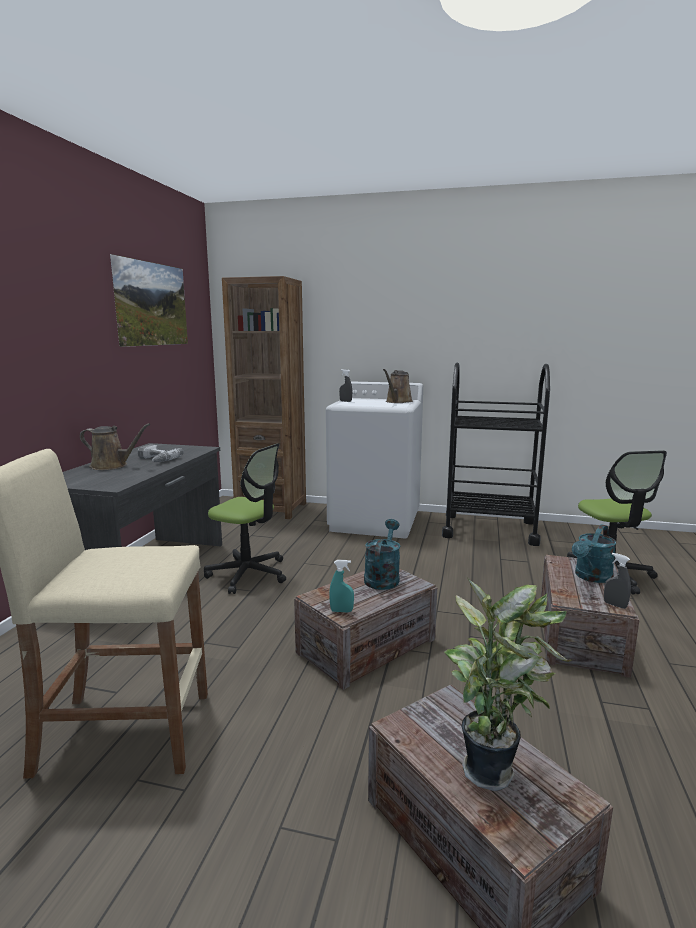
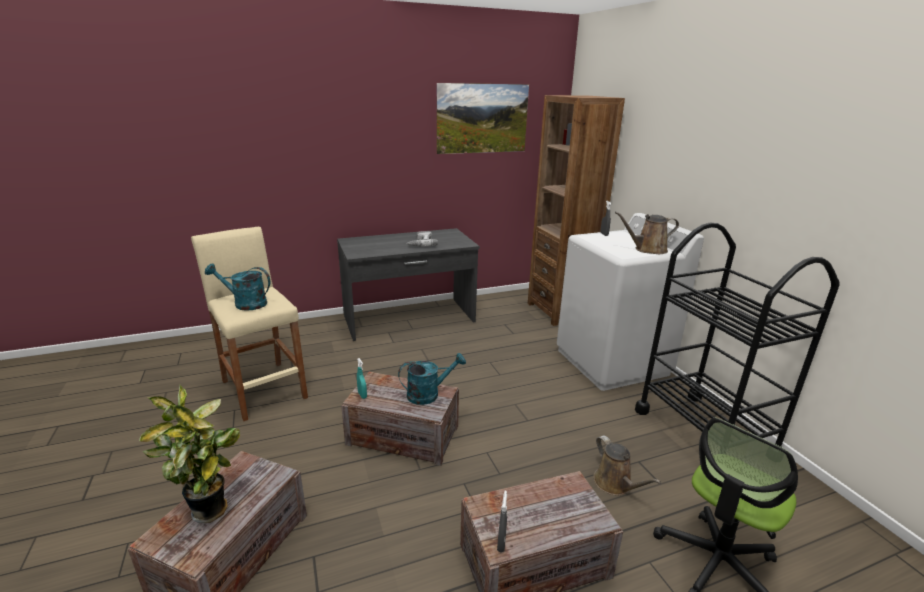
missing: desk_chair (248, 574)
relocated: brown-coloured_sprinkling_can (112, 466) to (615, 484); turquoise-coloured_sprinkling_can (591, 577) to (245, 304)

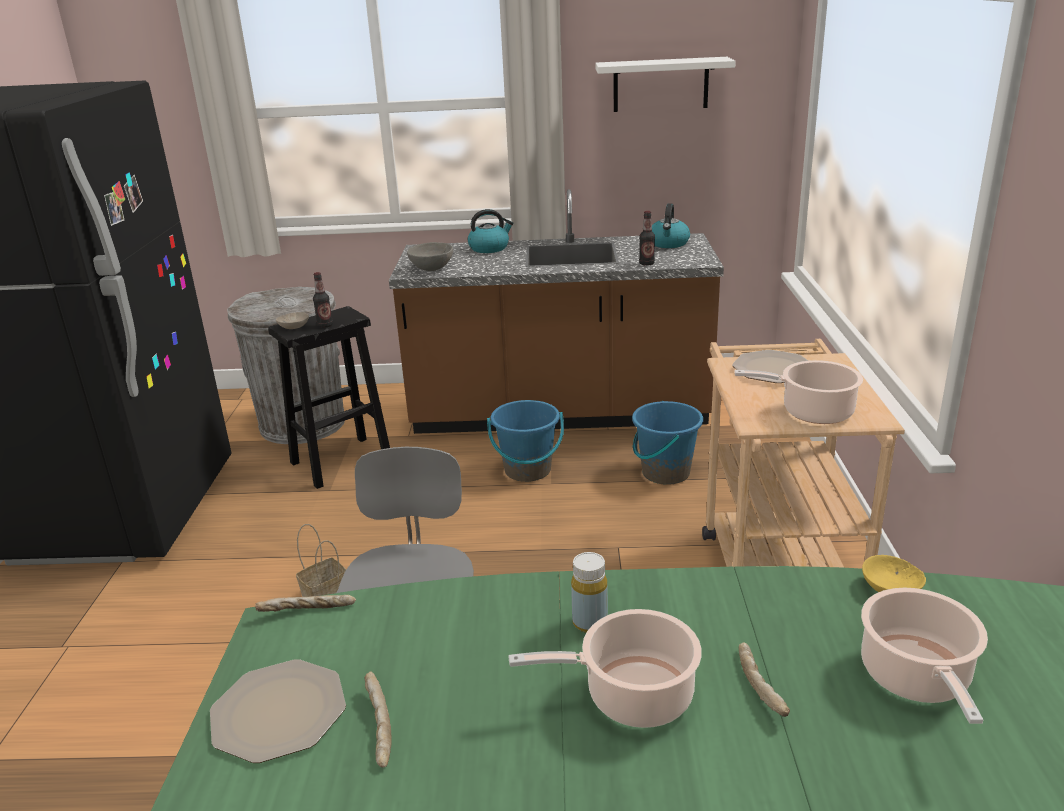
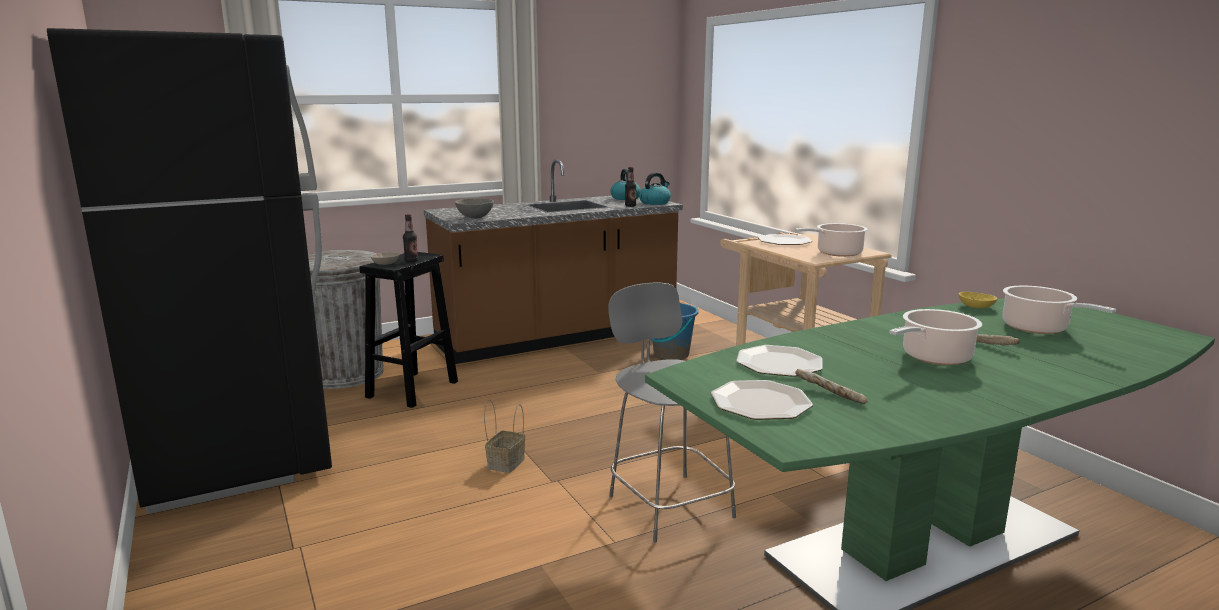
missing: bakery_bread (307, 612); blue-coloured_water_bucket (527, 470); yellow_beverage_bottle (590, 623); whitish_shelf (660, 84)
appeared: plate (778, 363)
relocated: water_kettle (489, 248) to (655, 202)

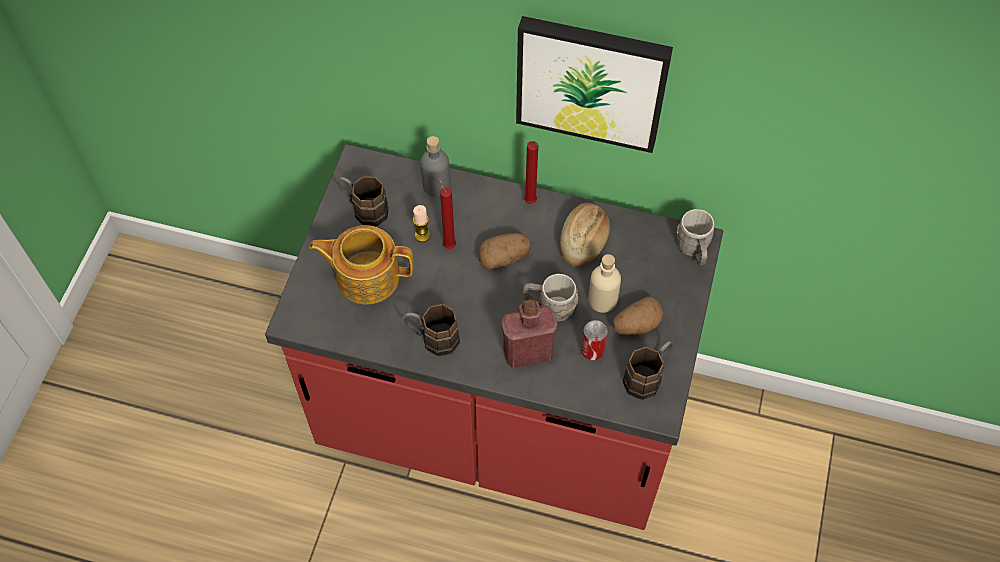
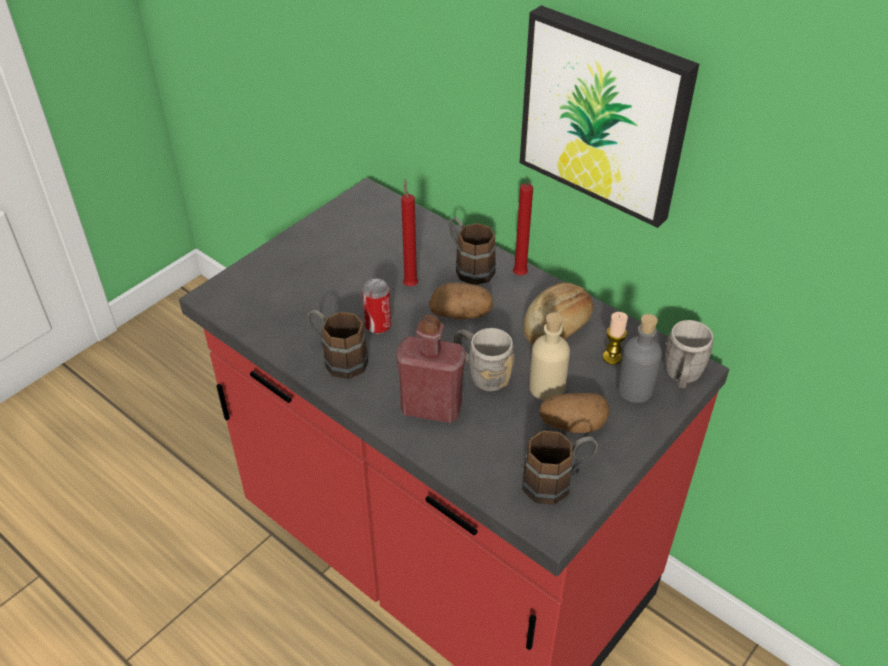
missing: tea_pot (366, 276)
relocated: brown-coloured_coffee_mug (364, 209) to (469, 266); candle (422, 235) to (612, 357); grey_beverage_bottle (436, 185) to (634, 389); metal_can (592, 351) to (378, 326)

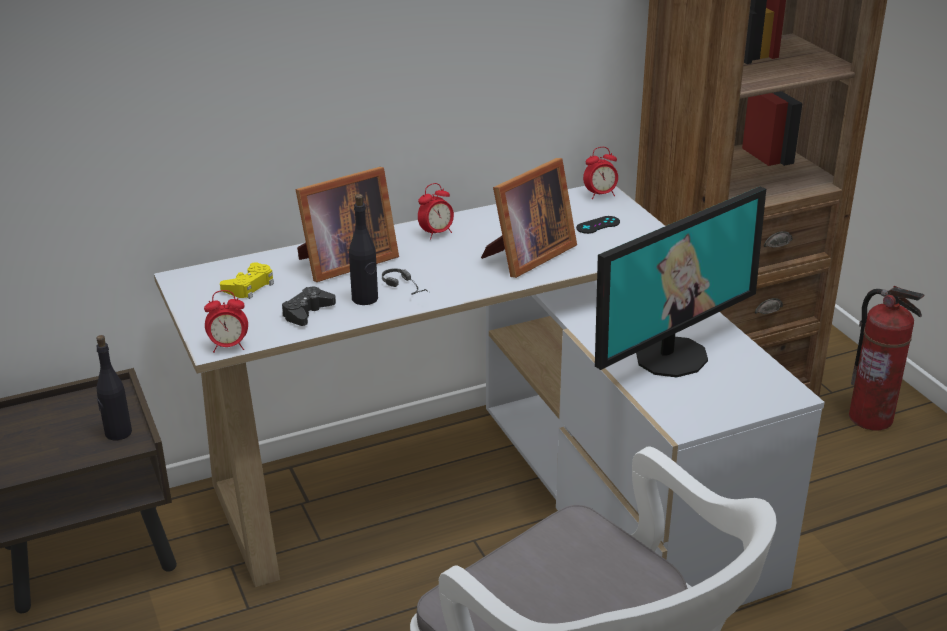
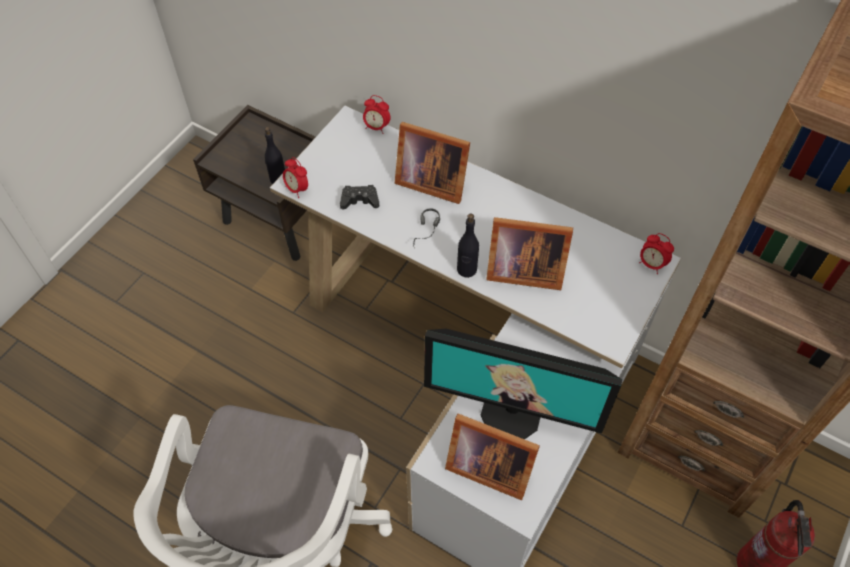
missing: yellow_game_controller (249, 286); black_game_controller (598, 225)
appeared: photo_frame (486, 465)
relocated: black_beverage_bottle (365, 299) to (466, 269); bedside_clock (436, 233) to (376, 127)

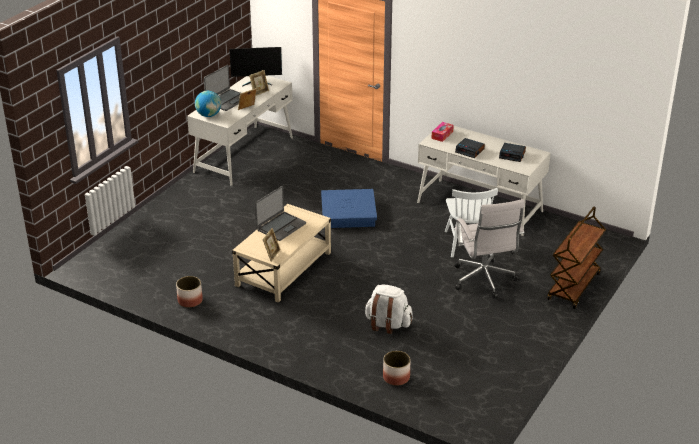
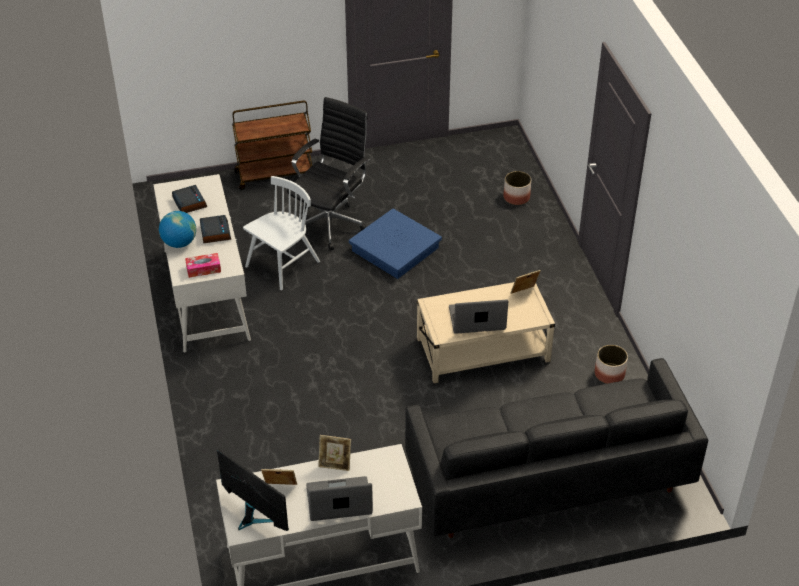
missing: whitish_rucksack (387, 324)
appeared: black_settee (546, 479)
relocated: globe (208, 115) to (179, 243); blue-coloured_storage_bin (349, 213) to (395, 249)
colour: whitish_desk_chair (484, 281) to black_desk_chair (331, 223)

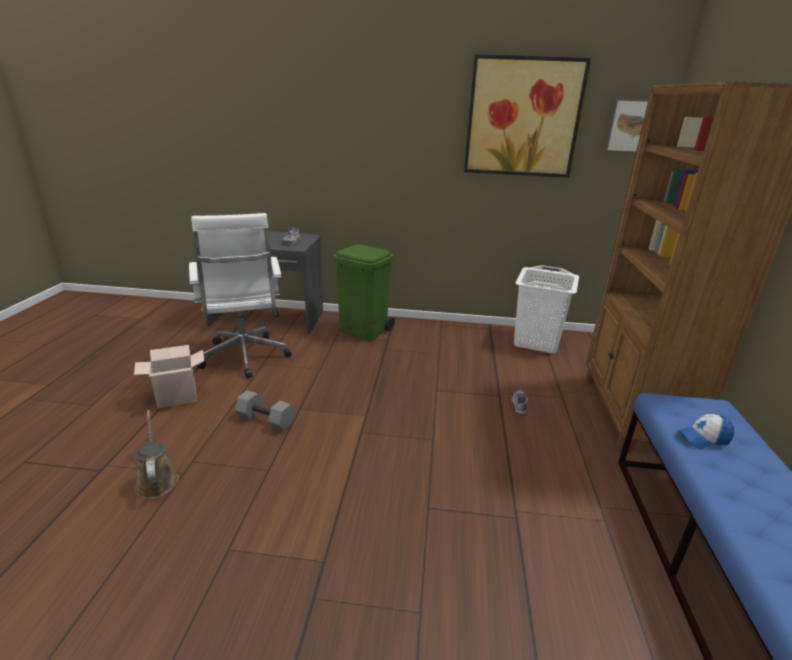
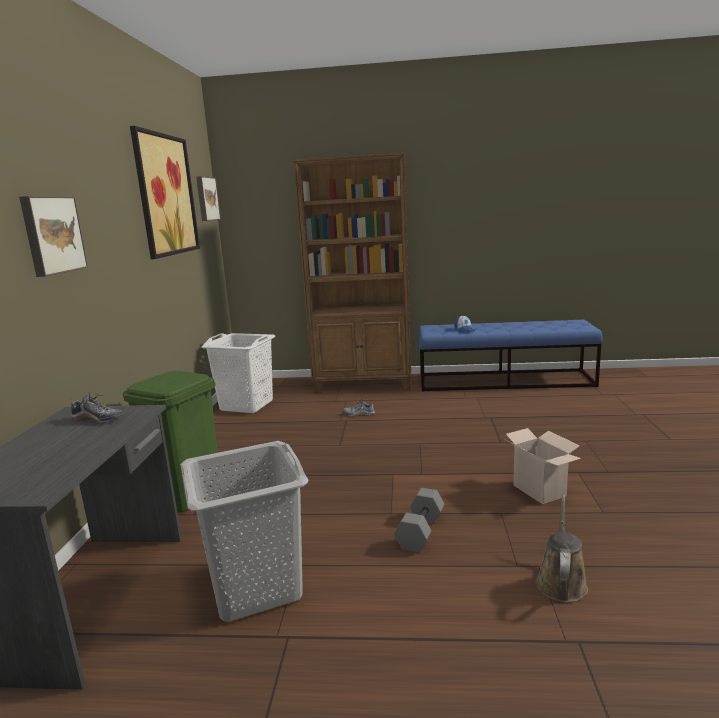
appeared: picture (52, 235)
relocated: carton (175, 398) to (541, 491)
exchanged: whitish_desk_chair (245, 358) to grey_hamper (257, 588)
spun: brown-coloured_sprinkling_can (157, 480) = (561, 581) 135 degrees clockwise

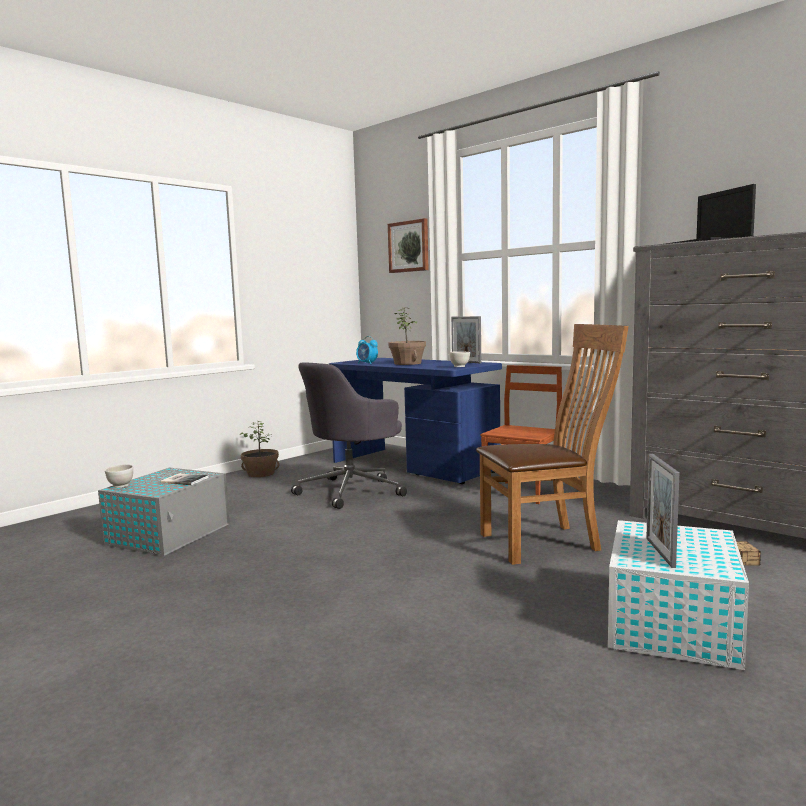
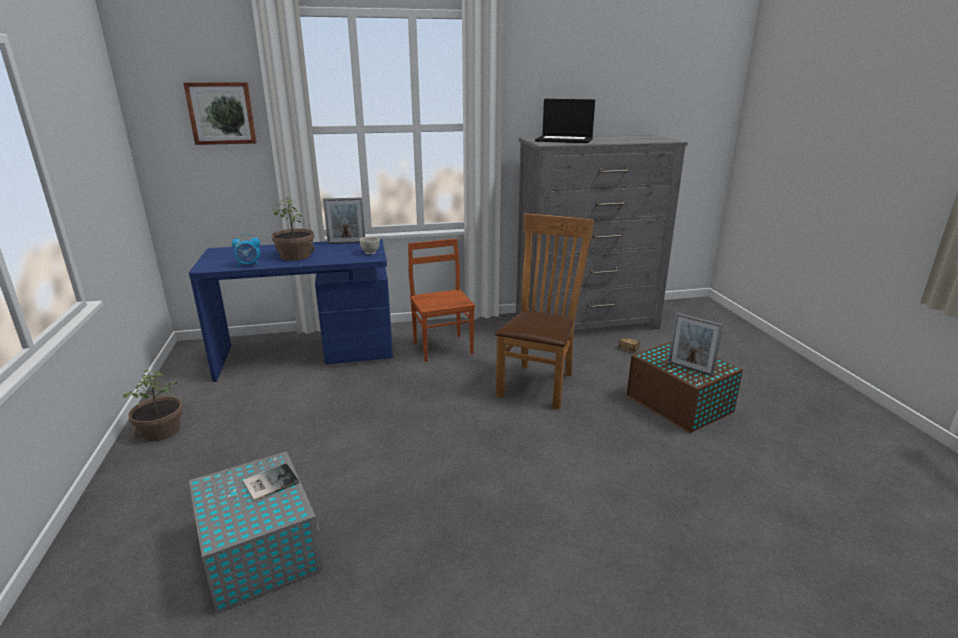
missing: whitish_bowl (120, 486); grey_desk_chair (352, 491)
colour: whitish_storage_bin (671, 626) to brown-coloured_storage_bin (679, 405)

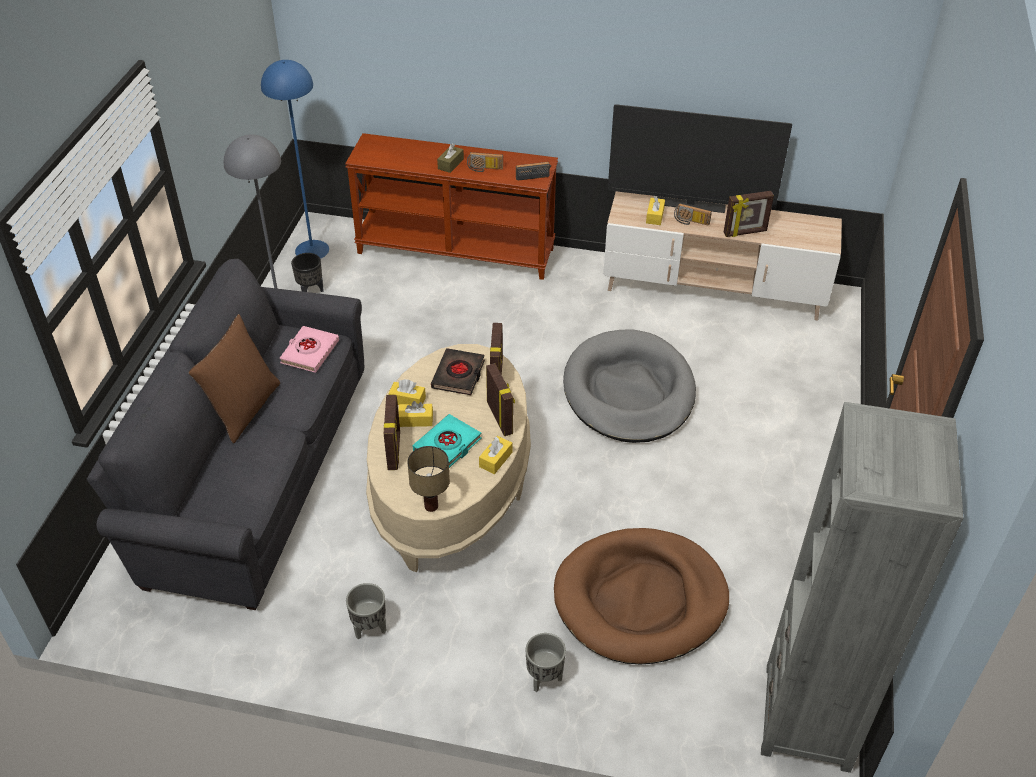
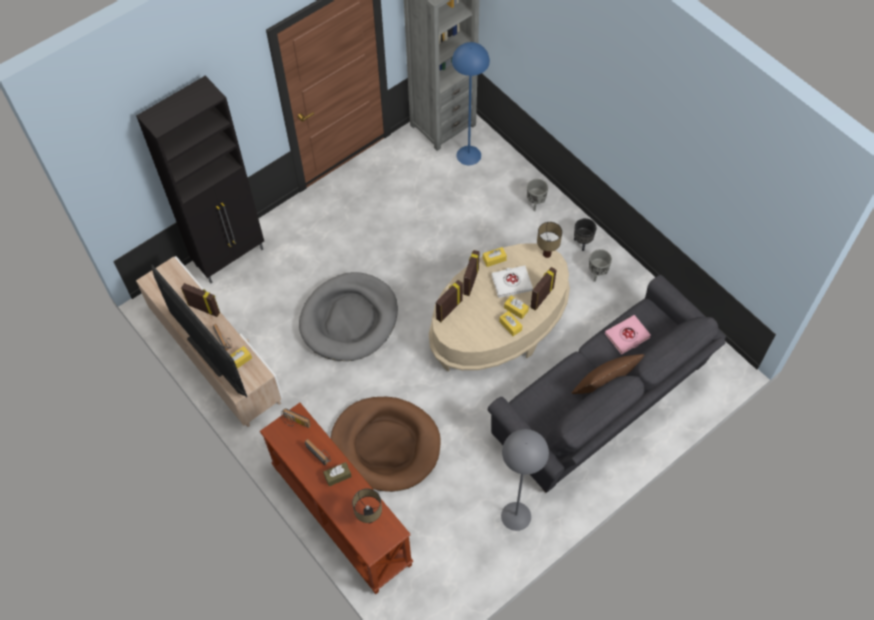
missing: black_bound_book (458, 375)
appeared: black_cabinet (231, 257); table_lamp (370, 518)
relocated: blue-coloured_standing_lamp (312, 250) to (468, 155); pinkish_bound_book (309, 352) to (627, 336); black_plant_pot (310, 292) to (582, 243); brown-coloured_dog_bed (640, 599) to (386, 445)
colour: turquoise-coloured_bound_book (447, 445) to whitish_bound_book (511, 283)

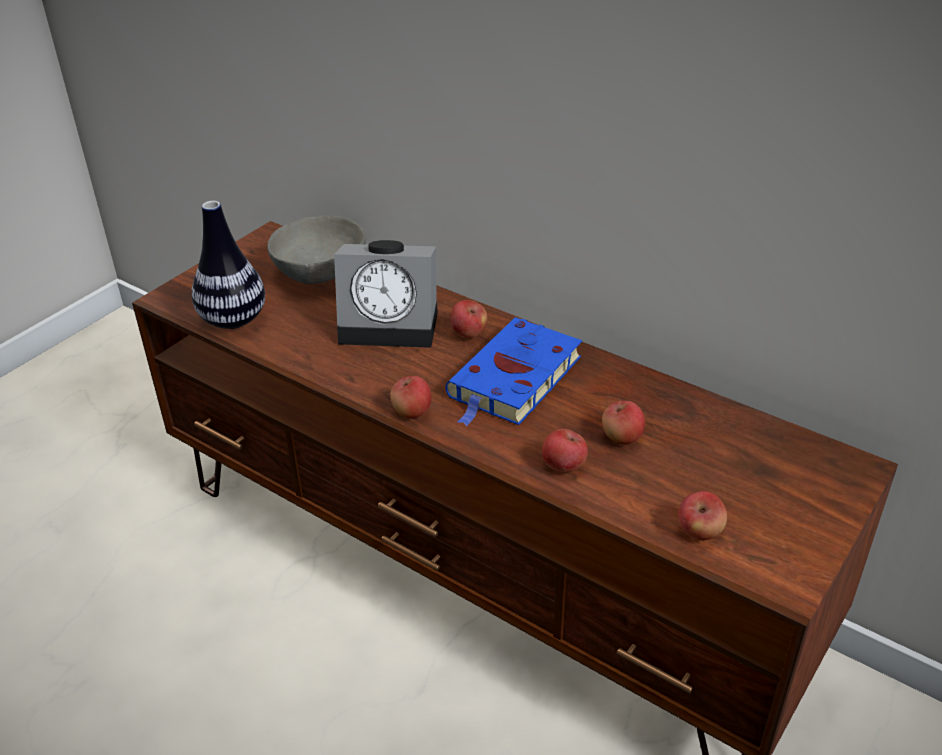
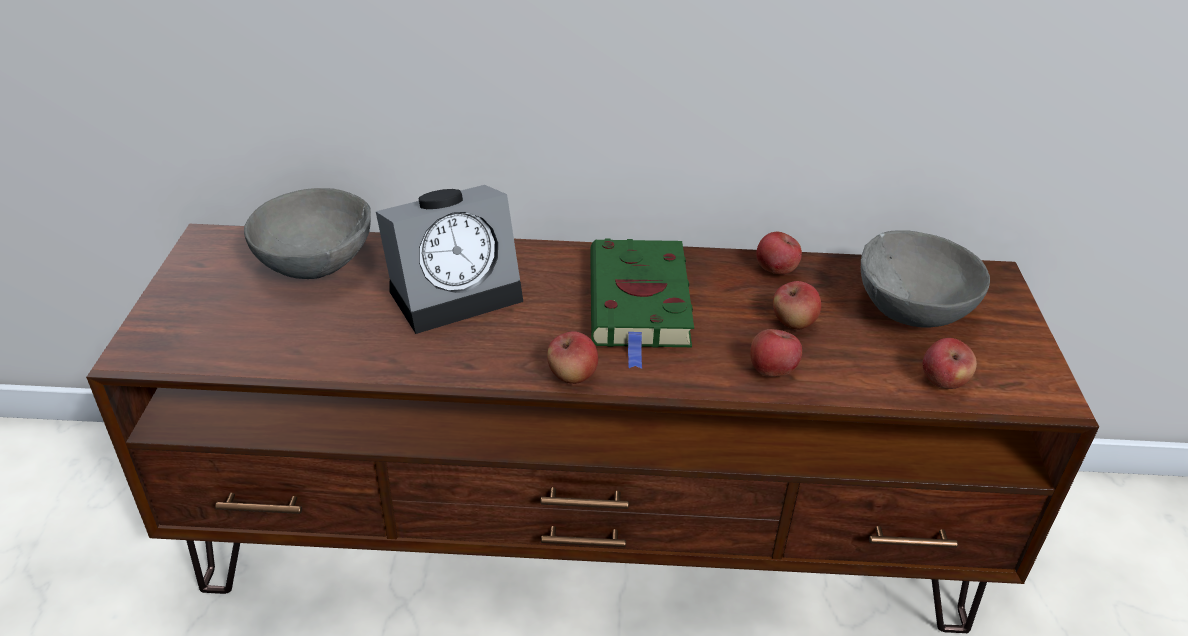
missing: flower_vase (233, 320)
appeared: grey_bowl (911, 311)
relocated: apple (468, 334) to (775, 270)
colour: blue-coloured_bound_book (513, 380) to green_bound_book (640, 304)

